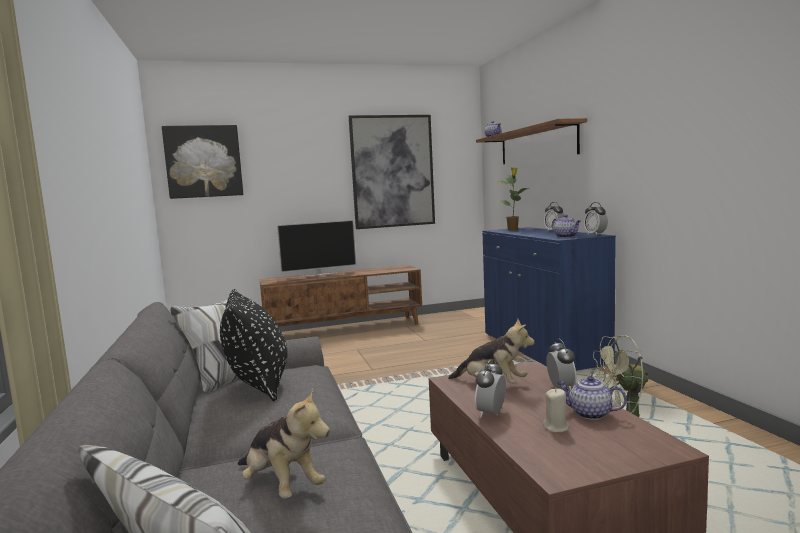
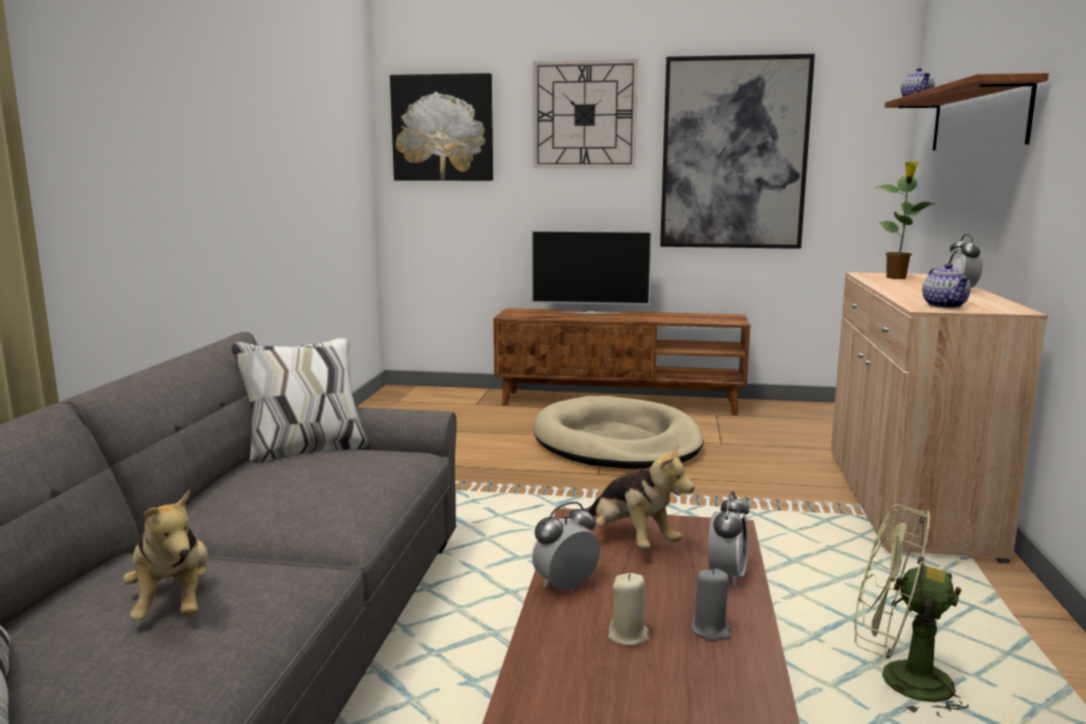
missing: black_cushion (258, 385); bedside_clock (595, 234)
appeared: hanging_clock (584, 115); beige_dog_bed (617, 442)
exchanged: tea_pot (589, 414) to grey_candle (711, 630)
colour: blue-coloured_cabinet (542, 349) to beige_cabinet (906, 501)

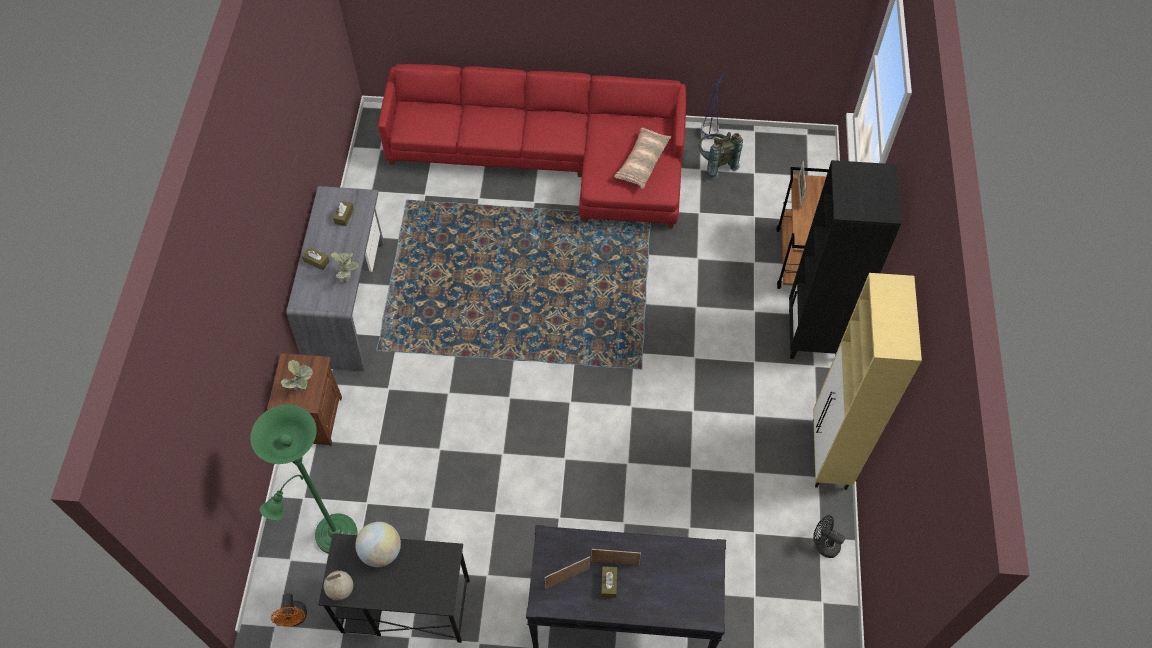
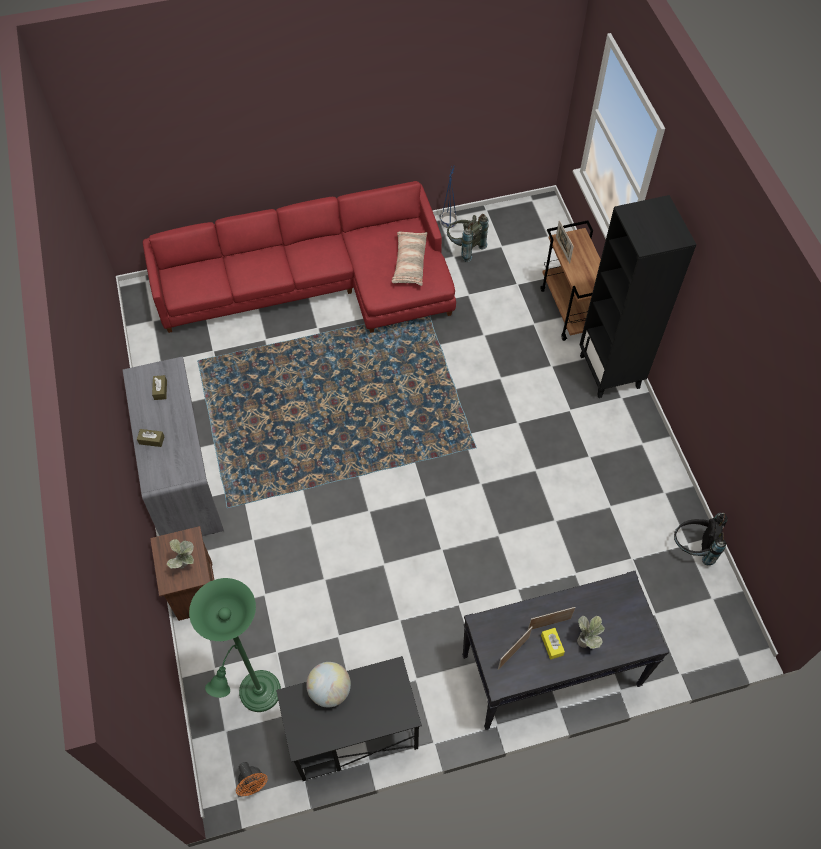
missing: globe (341, 590); beige_cabinet (829, 455)
relocated: houseplant (348, 277) to (586, 639)
exchanged: black_fan (824, 544) to black_rucksack (693, 548)
colour: brown-coloured_tissue_box (609, 584) to yellow_tissue_box (552, 645)

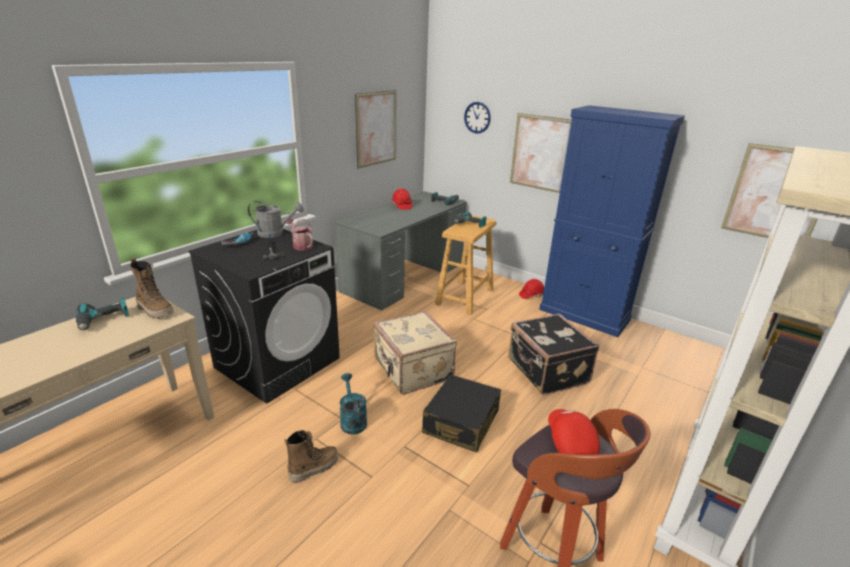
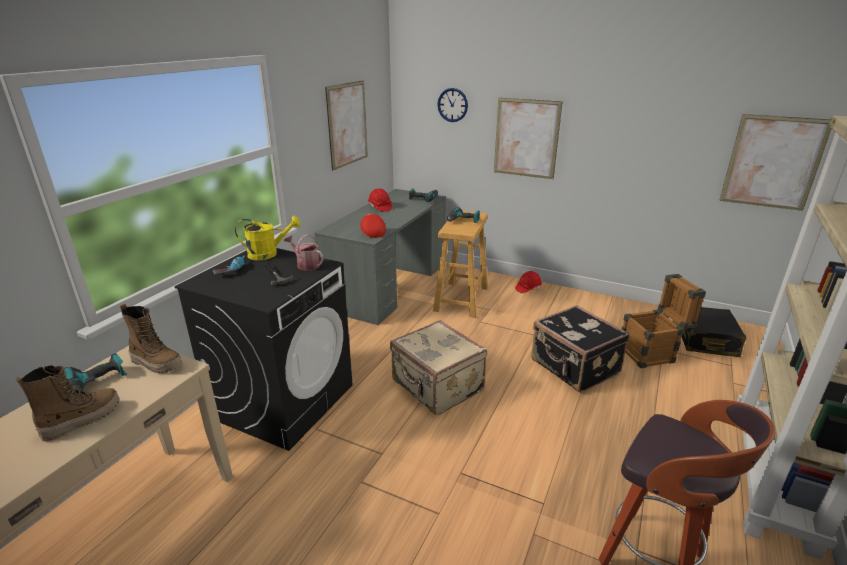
missing: turquoise-coloured_sprinkling_can (352, 420); blue-coloured_cabinet (584, 315)
appeared: packing_crate (652, 354)
relocated: tall_boot (314, 468) to (82, 420); black_suitcase (461, 422) to (705, 340); red_baseball_cap (569, 444) to (372, 232)
colour: grey_sprinkling_can (275, 233) to yellow_sprinkling_can (268, 254)

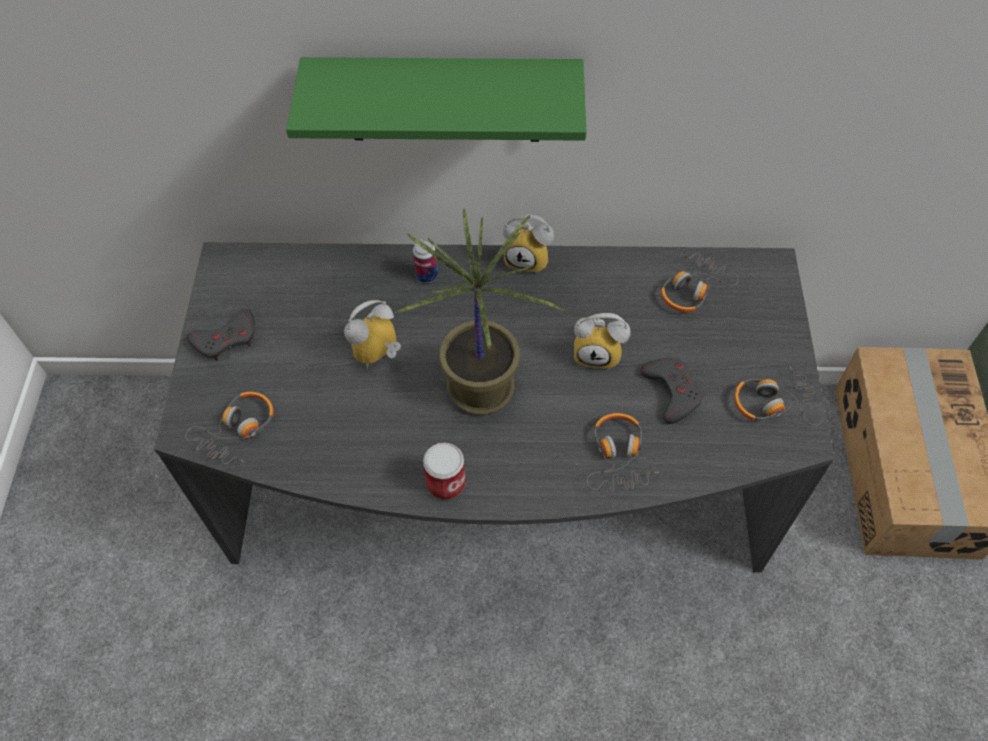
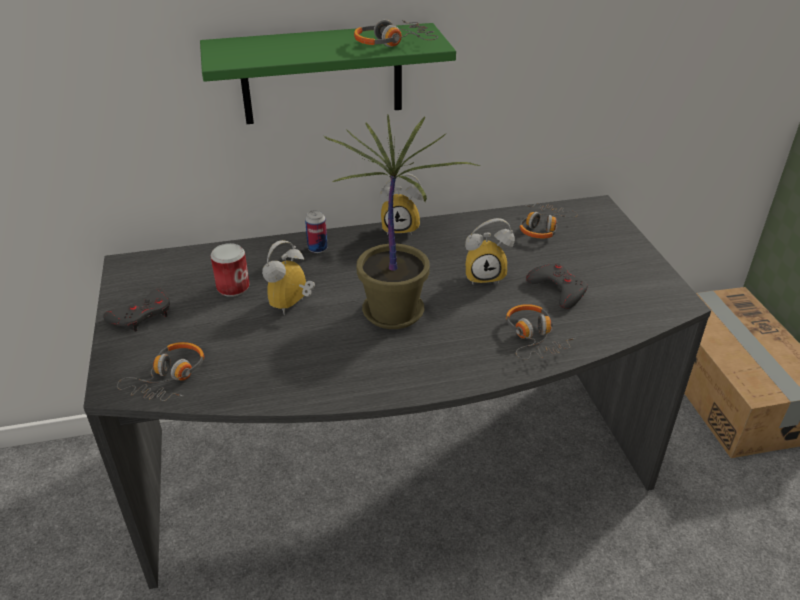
relocated: metal_can (446, 482) to (233, 287); pair_of_headphones (773, 404) to (393, 43)

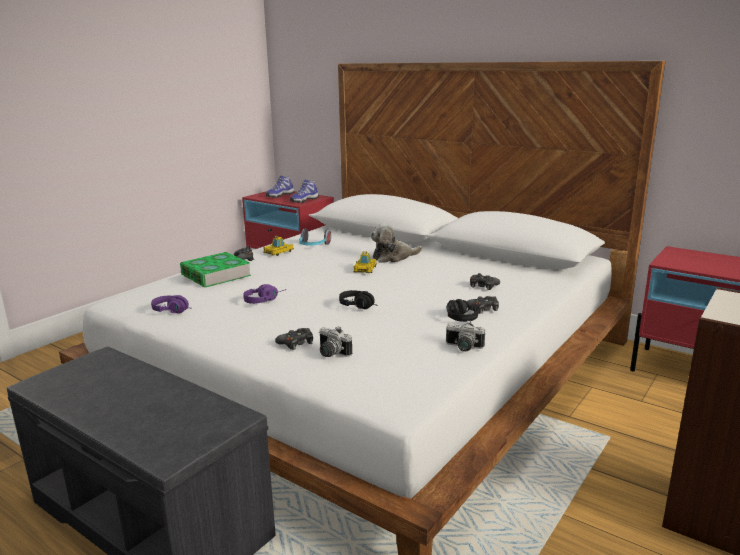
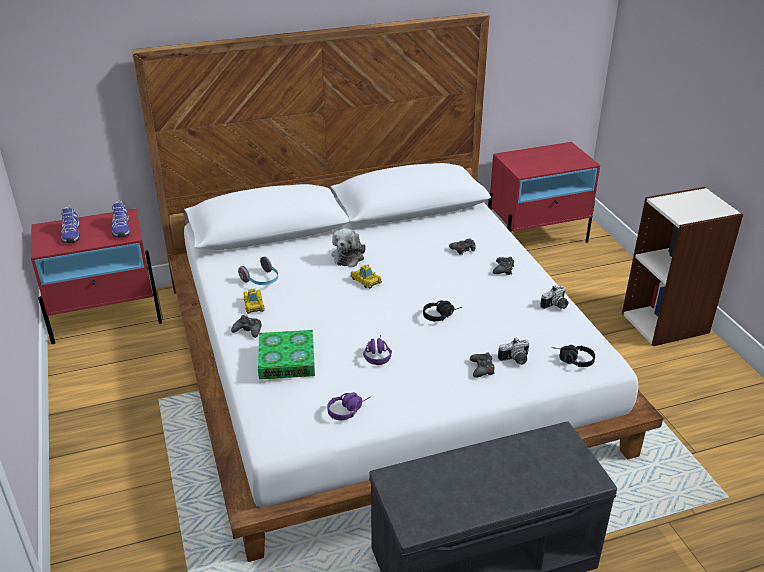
relocated: black_pair_of_headphones (458, 316) to (571, 360)

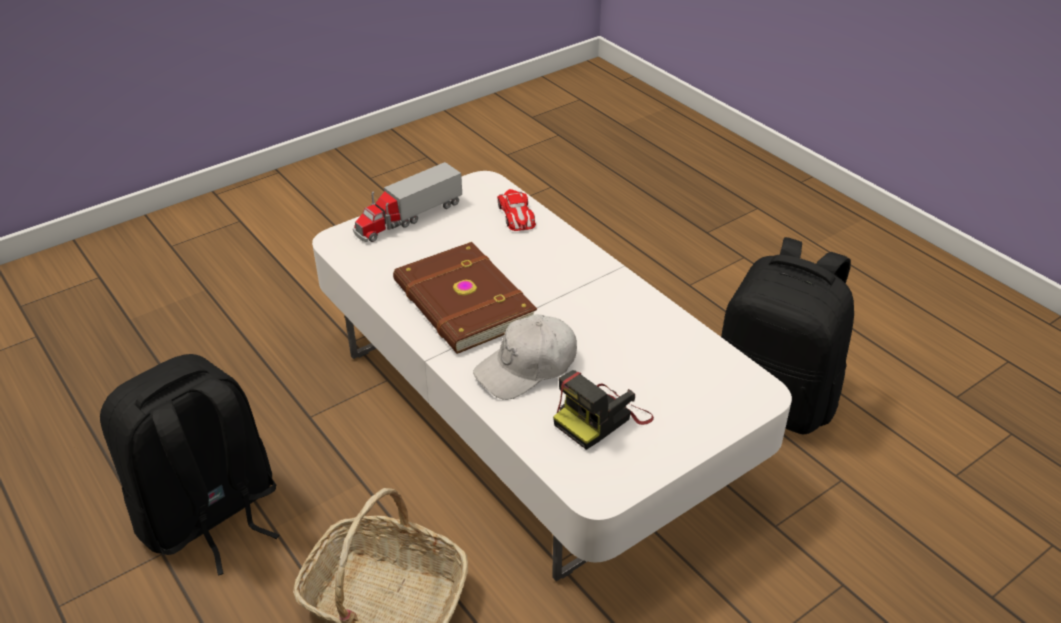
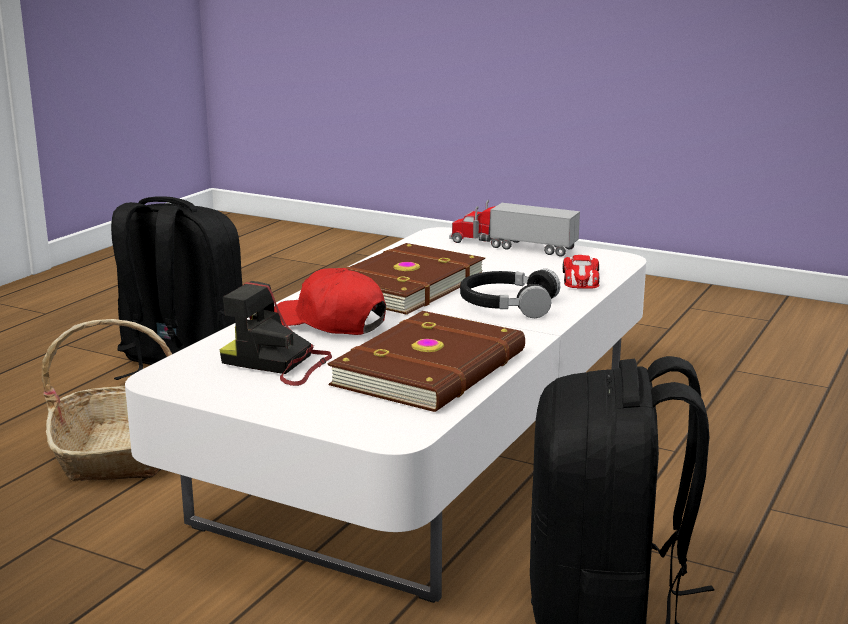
appeared: brown-coloured_bound_book (433, 369); black_pair_of_headphones (507, 305)
colour: whitish_baseball_cap (527, 367) to red_baseball_cap (329, 323)
spun: model_car (516, 215) = (580, 279) 45 degrees counterclockwise

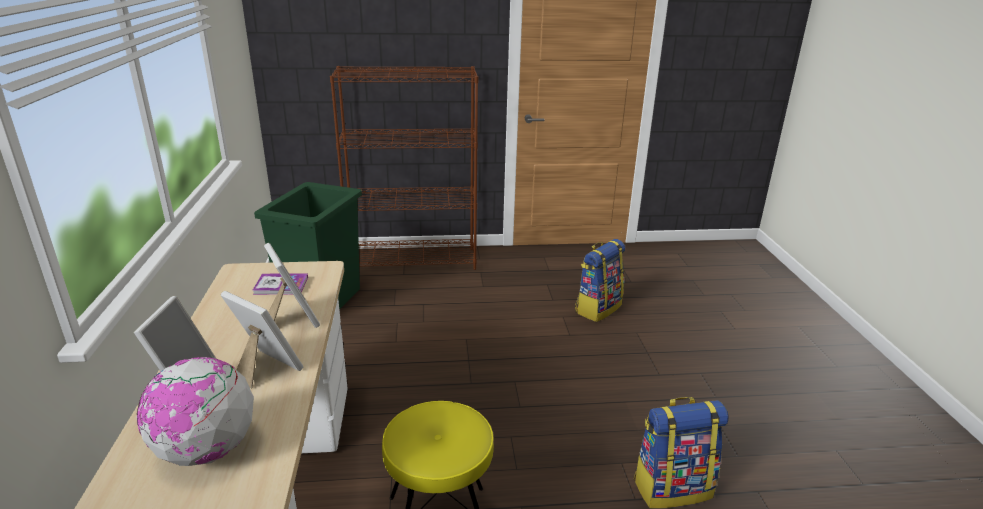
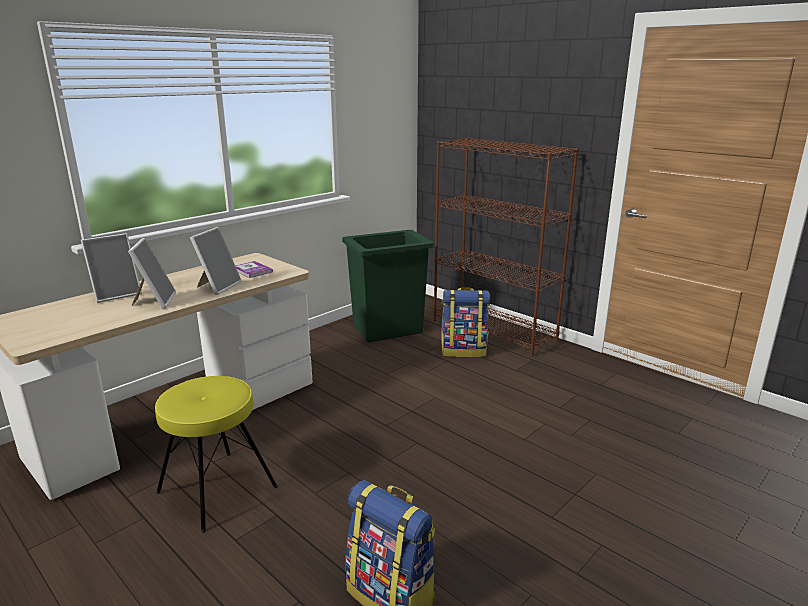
missing: globe (206, 450)
relocated: rucksack (597, 308) to (464, 351)

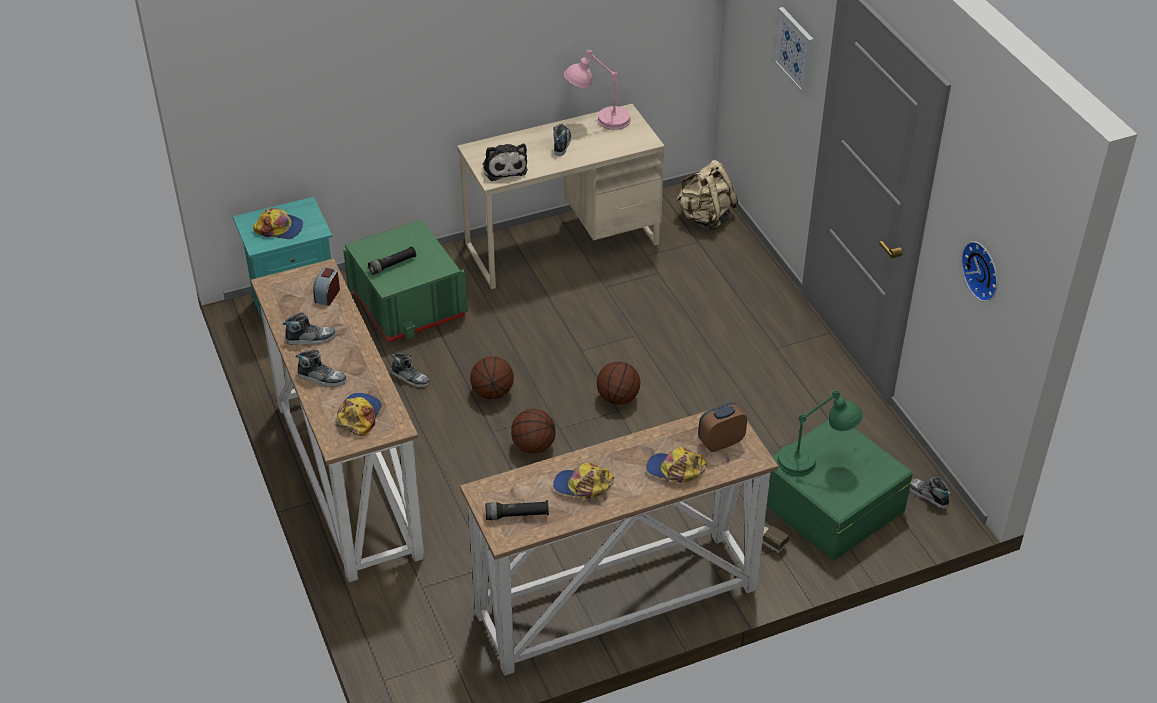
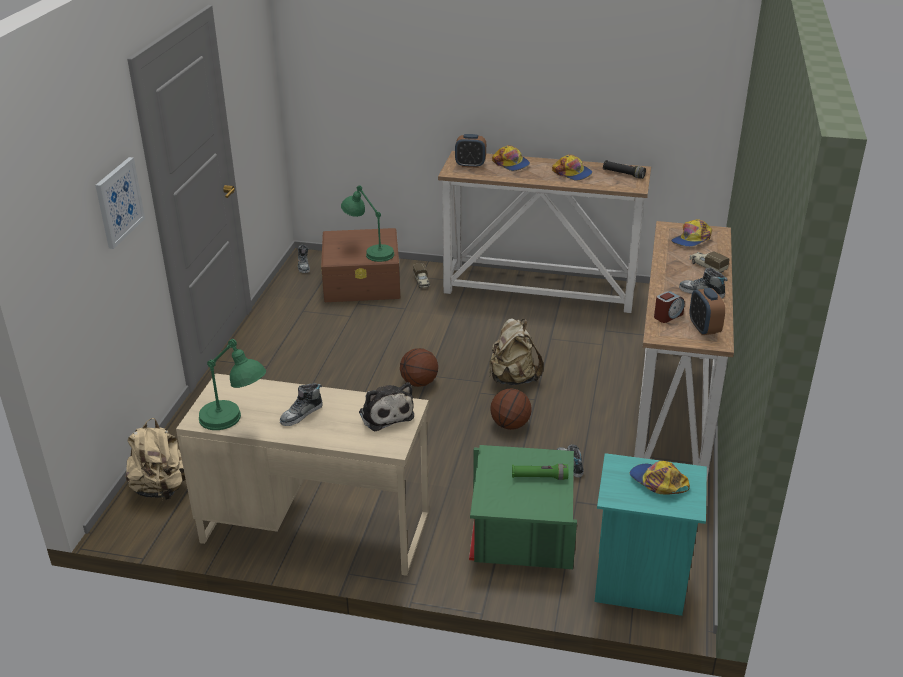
missing: hanging_clock (983, 270)
appeared: bedside_clock (704, 328)
exchanged: item_of_footwear (322, 378) to toy_lorry (707, 267); ball_for_basketball (533, 446) to beige_rucksack (513, 379)
colour: black_flashlight (392, 265) to green_flashlight (539, 477); pinkish_table_lamp (598, 121) to green_table_lamp (235, 423); green_storage_bin (831, 505) to brown-coloured_storage_bin (362, 281)
spun: soft_toy (504, 167) = (385, 413) 135 degrees clockwise

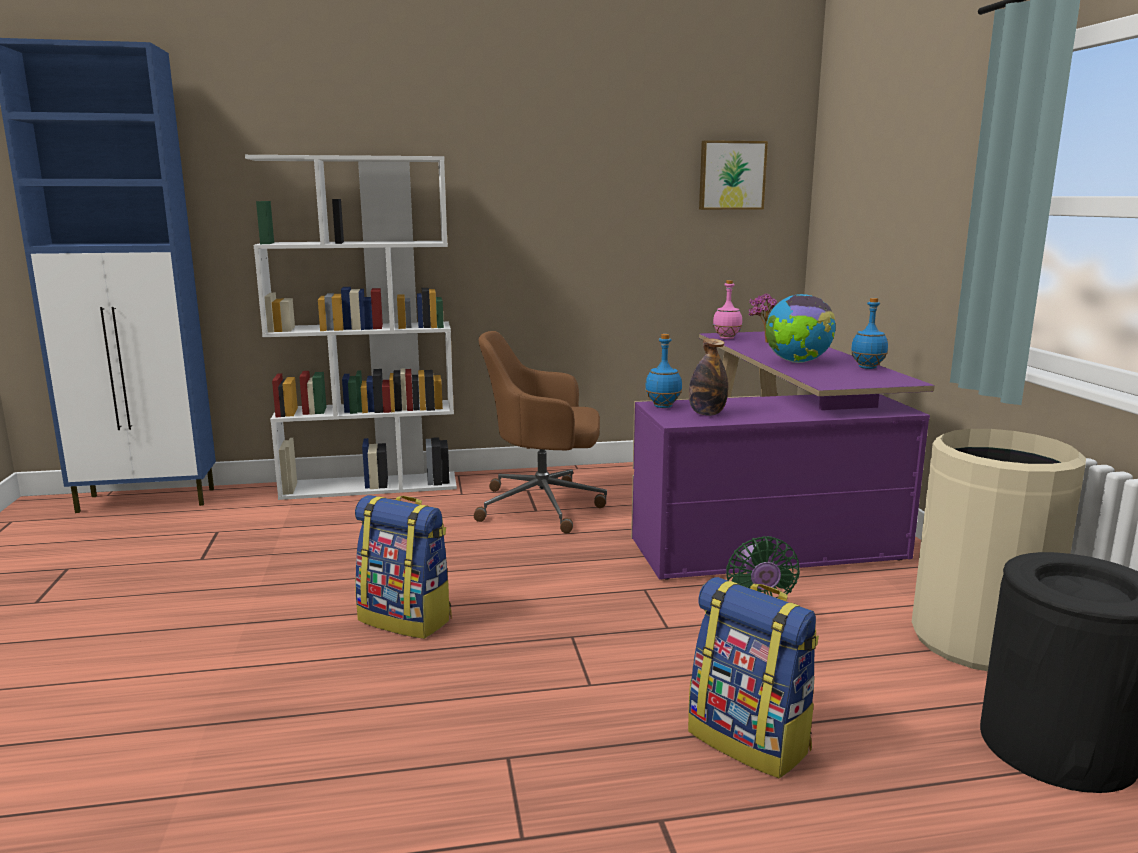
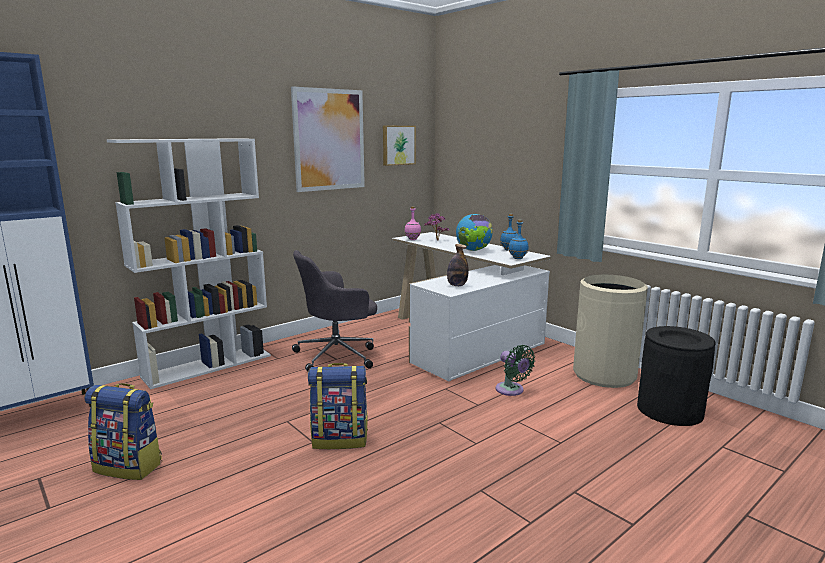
appeared: picture (329, 140)
relocated: blue-coloured_beverage_bottle (663, 406) to (517, 258); rucksack (750, 741) to (129, 466)
colour: brown-coloured_desk_chair (544, 506) to grey_desk_chair (337, 355); purple-coloured_desk_table (768, 520) to whitish_desk_table (462, 338)

